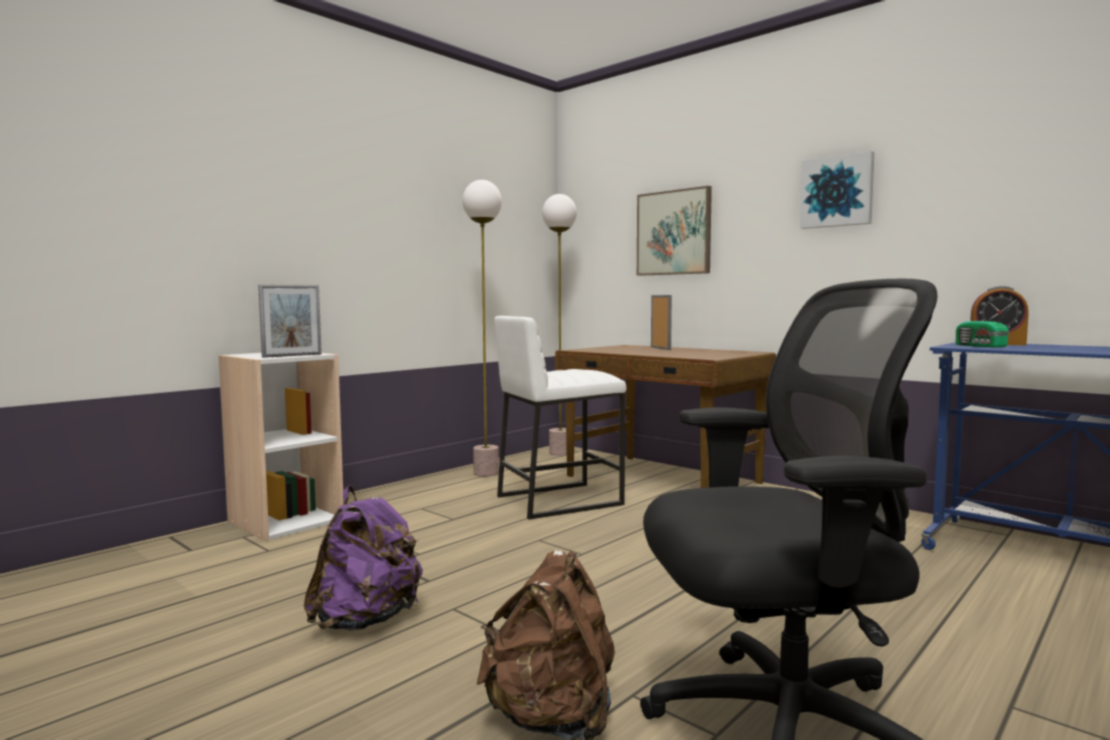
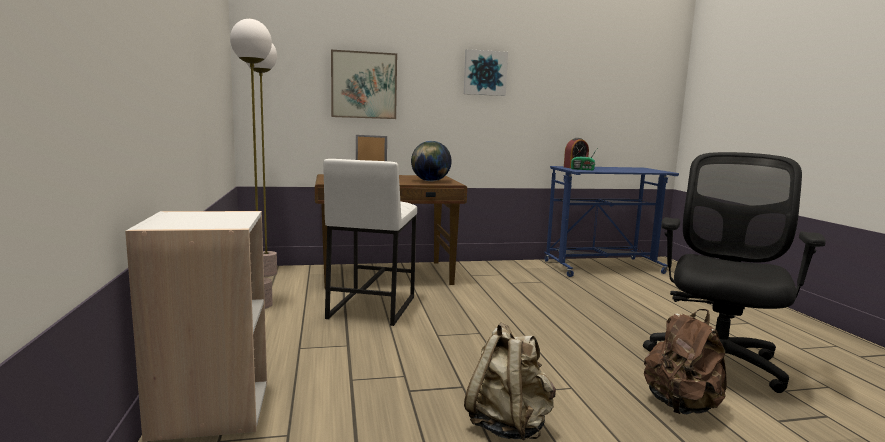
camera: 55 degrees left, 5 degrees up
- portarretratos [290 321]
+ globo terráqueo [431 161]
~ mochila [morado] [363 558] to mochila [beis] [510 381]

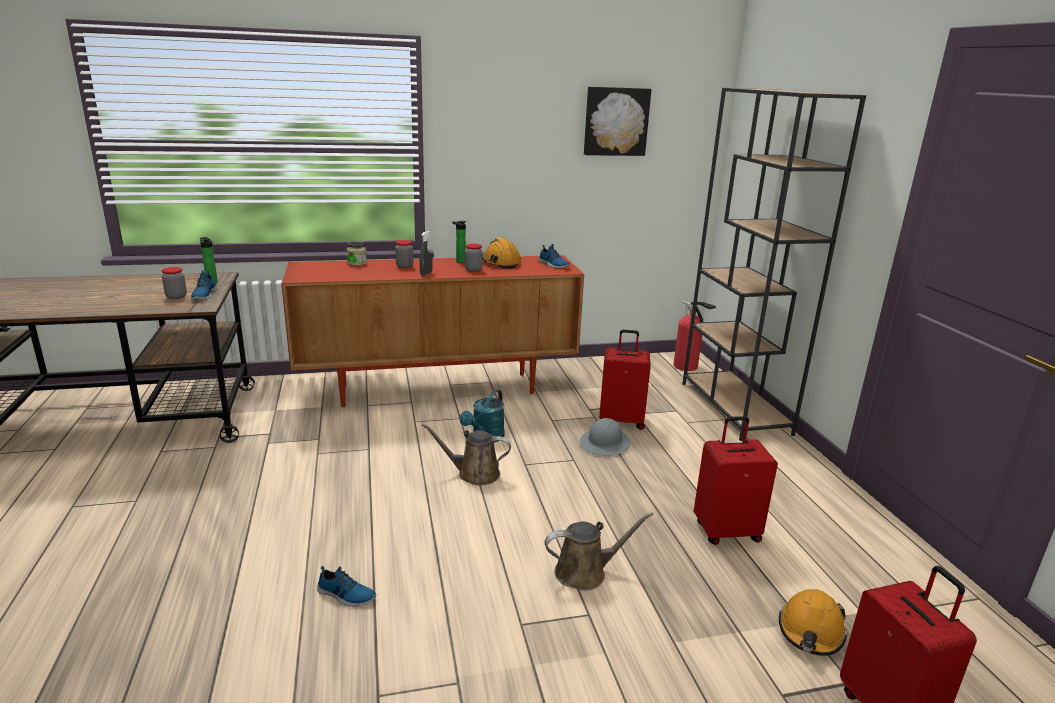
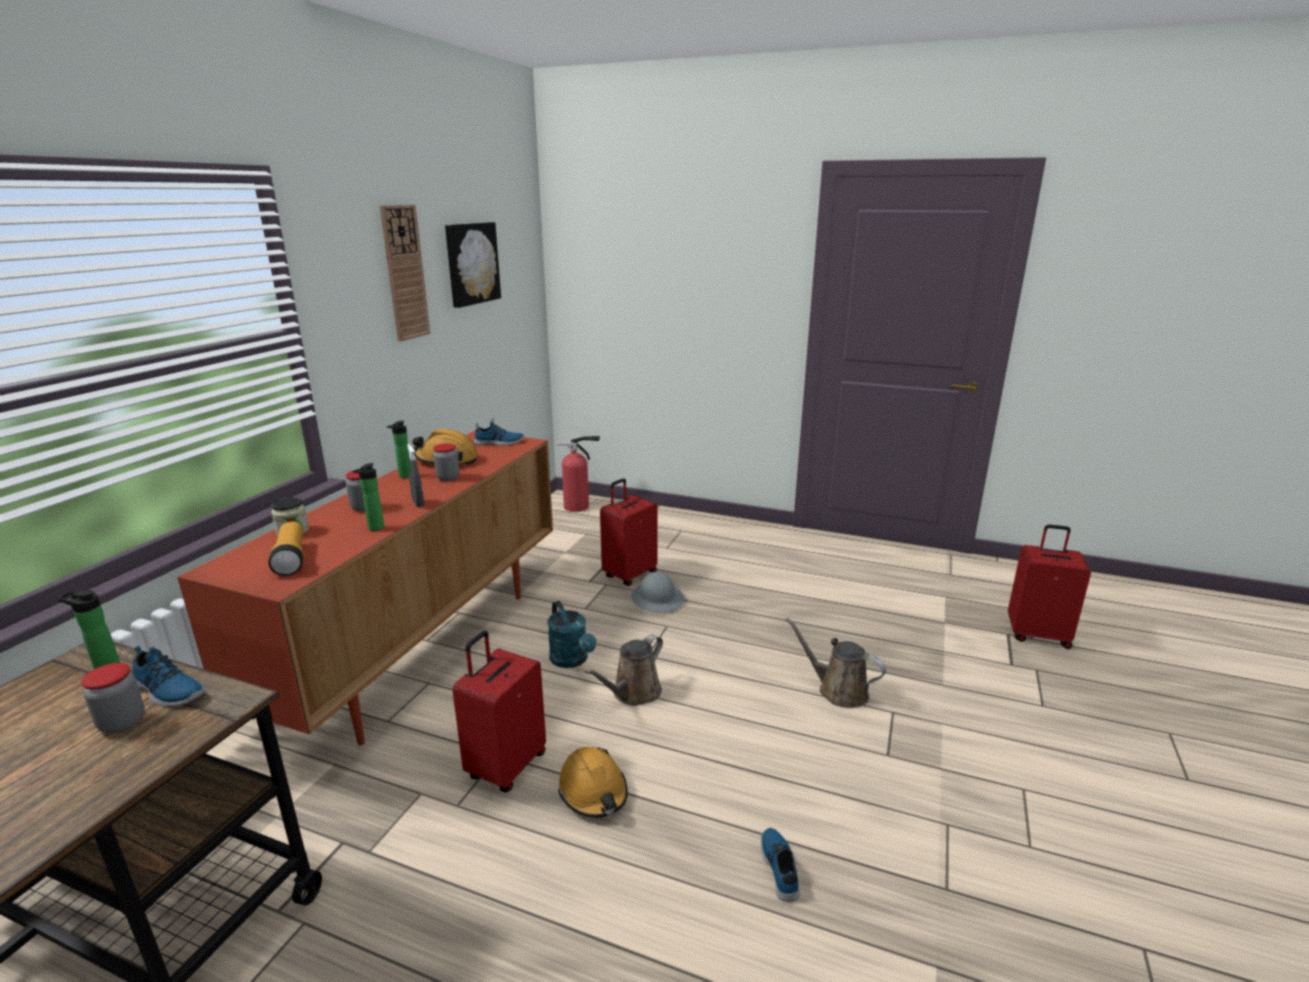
camera: 55 degrees left, 0 degrees up
- estantería [774 264]
+ linterna [286 549]
+ botella [368 497]
+ reloj de pared [405 273]
~ maleta [rojo] [736 480] to [499 711]
~ casco [naranja] [813 622] to [593 782]
~ zapato [346 586] = [780 865] 60 degrees counterclockwise
~ regadera [marrón] [599 551] = [835 662] 75 degrees counterclockwise

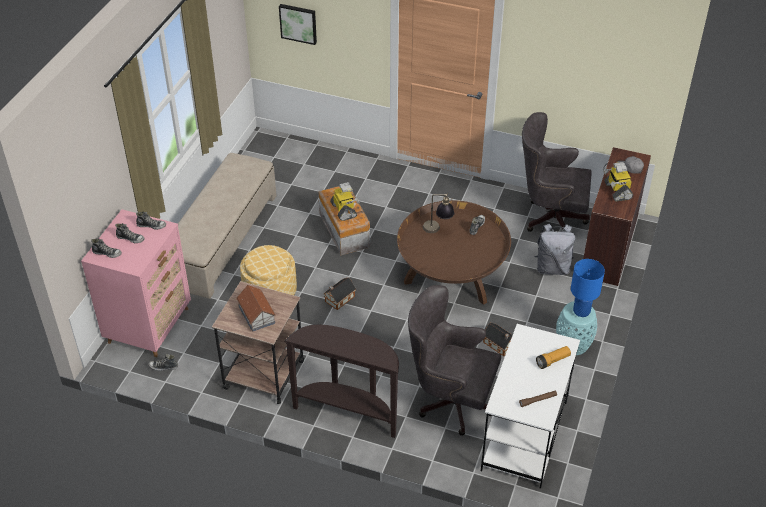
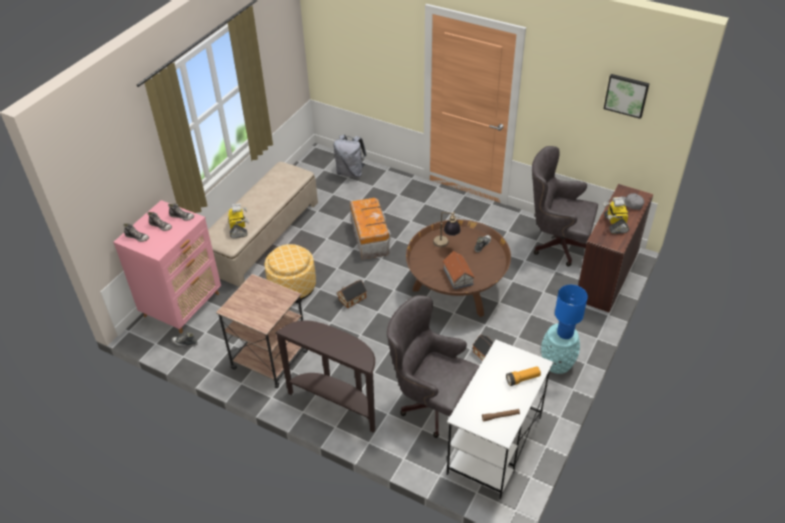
camera: 10 degrees right, 0 degrees up
~ casita [256 308] to [459 270]
~ cuadro [298 24] to [627 96]
~ robot de juguete [344 201] to [238 220]
~ mochila [gris] [555 249] to [350 156]

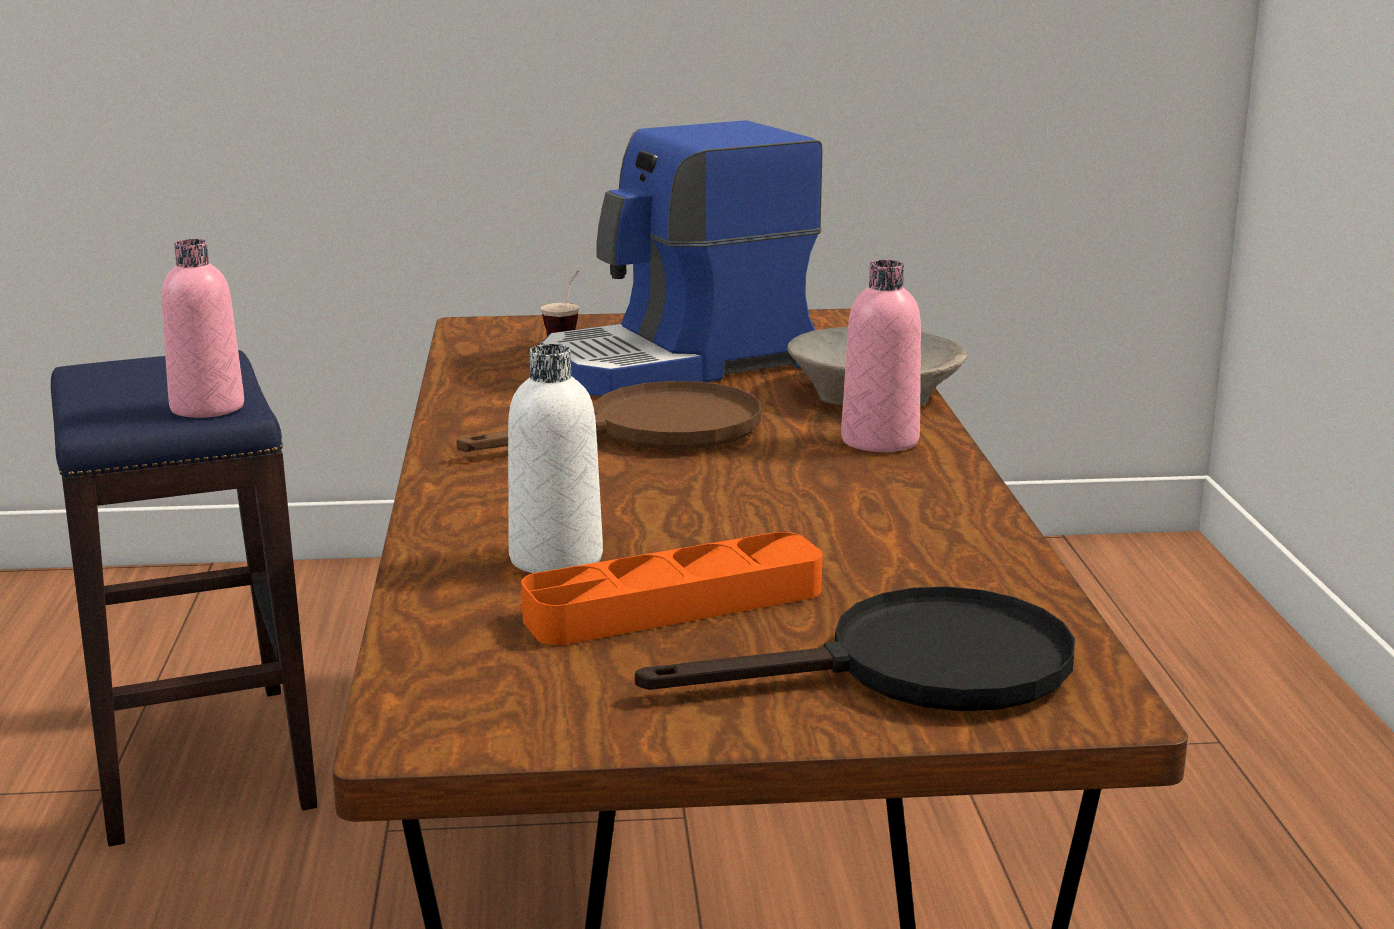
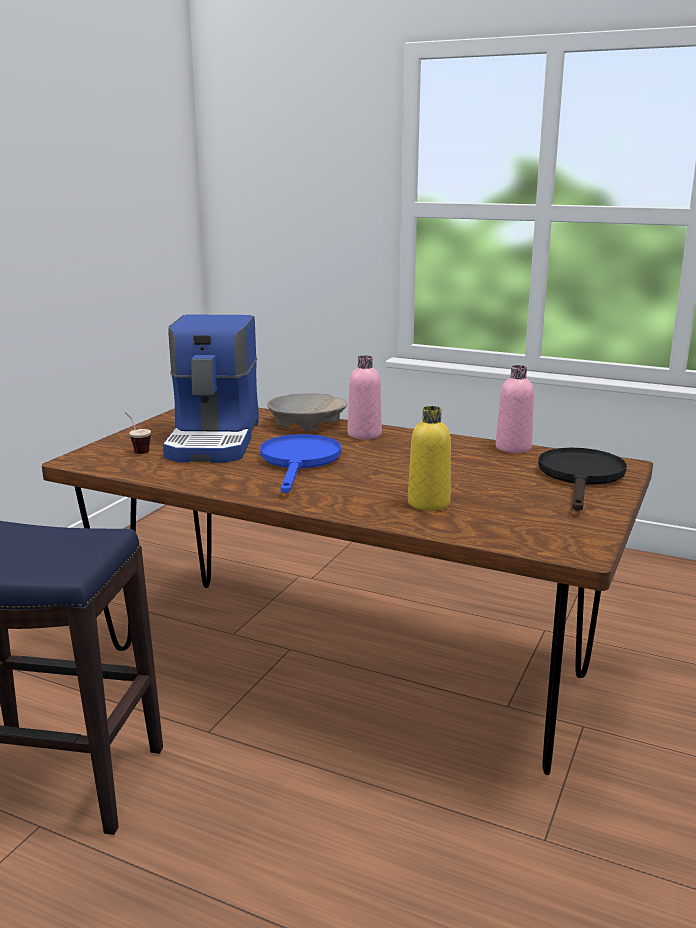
camera: 60 degrees left, 0 degrees up
- bandeja [naranja] [671 588]
~ botella [rosa] [202 328] to [515 409]
~ sartén [marrón] [608 416] to sartén [azul] [300 463]
~ botella [blanco] [555 458] to botella [amarillo] [429 458]

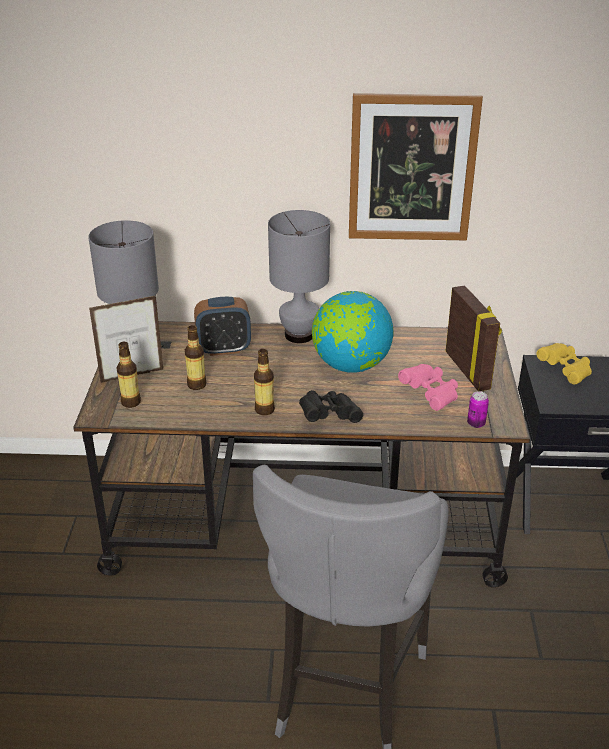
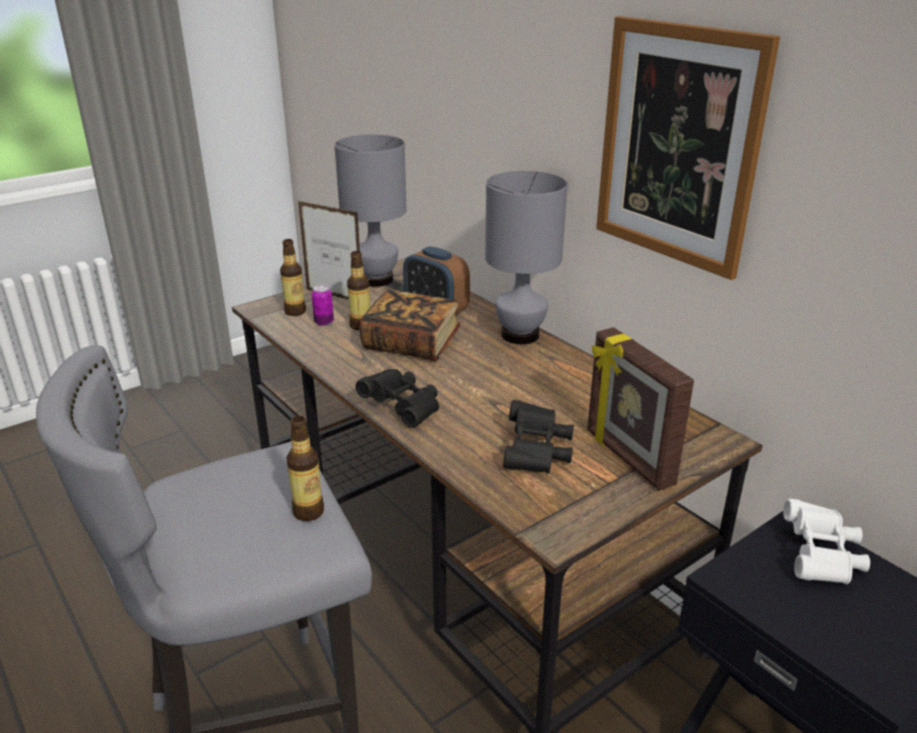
camera: 50 degrees right, 5 degrees down
- globo terráqueo [353 332]
+ libro [410 325]
~ botella [264 382] to [305 468]
~ lata [478 409] to [322 305]
~ prismáticos [rosa] [428 387] to prismáticos [negro] [538 436]
~ prismáticos [amarillo] [564 364] to prismáticos [blanco] [826 541]
~ portarretratos [474 338] = [640 409] 120 degrees clockwise

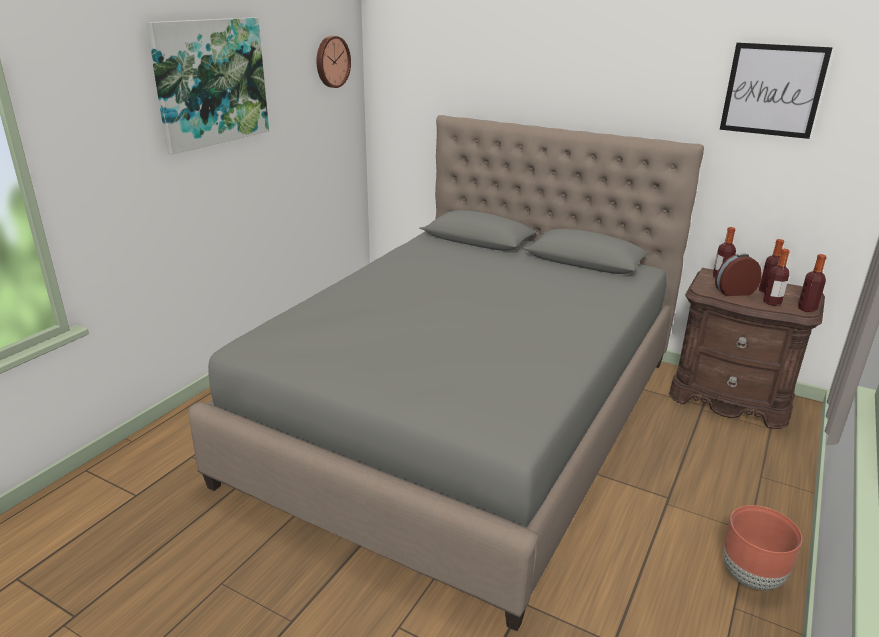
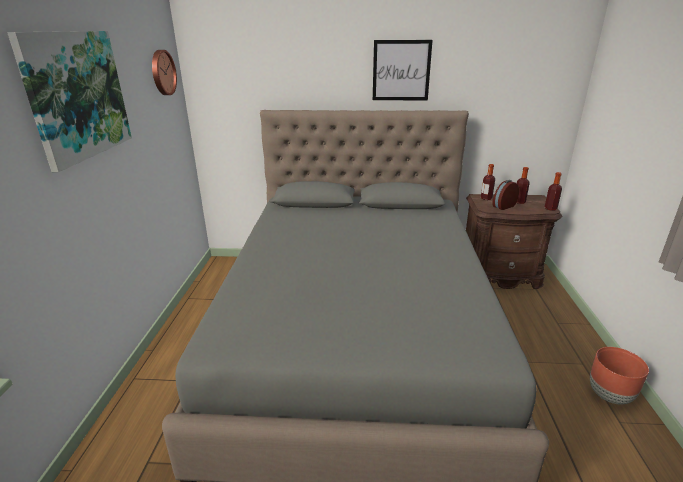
camera: 25 degrees left, 0 degrees up
- botella [776 277]
~ cuadro [776 90] to [403 70]

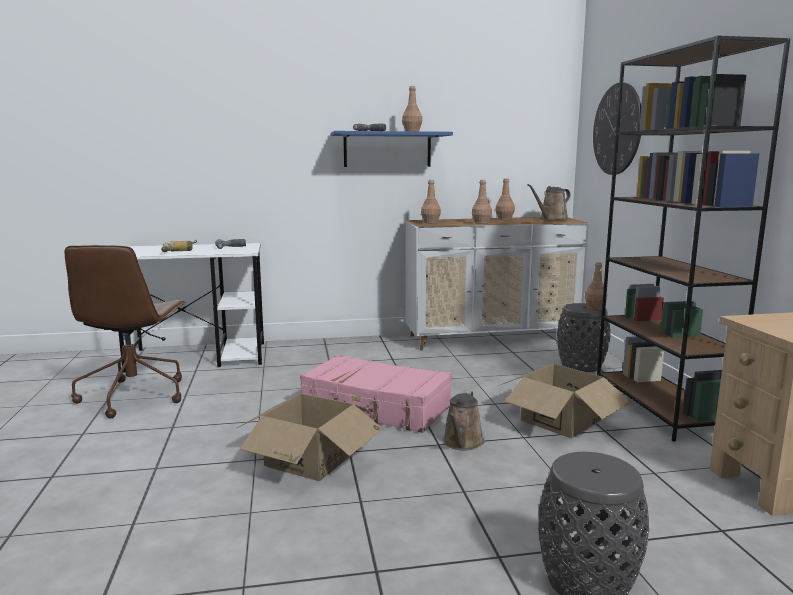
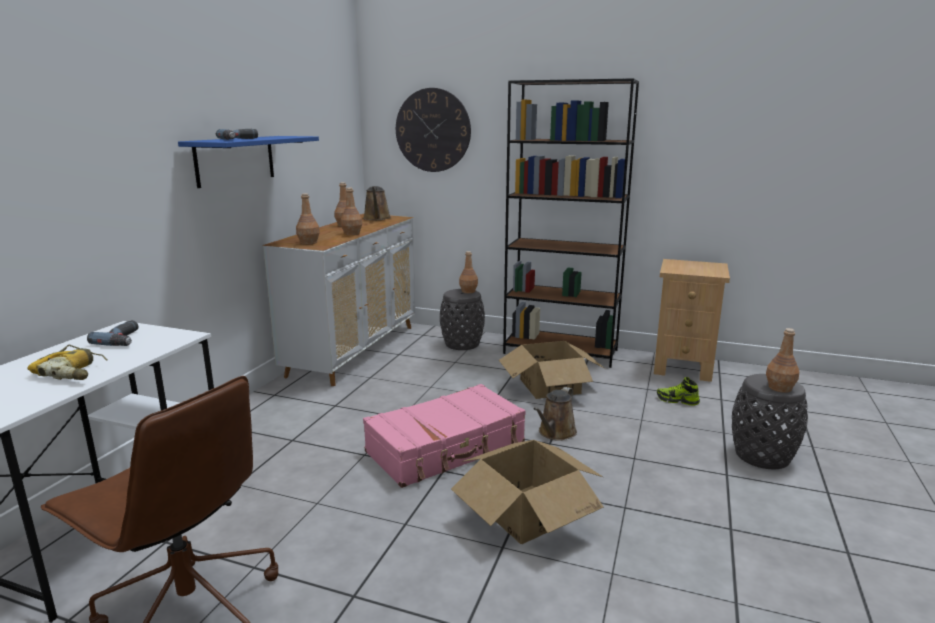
camera: 60 degrees left, 5 degrees up
+ zapato [678 391]
~ botella [marrón] [412 108] to [782 360]
~ regadera [marrón] [463 420] = [555 414] 75 degrees clockwise

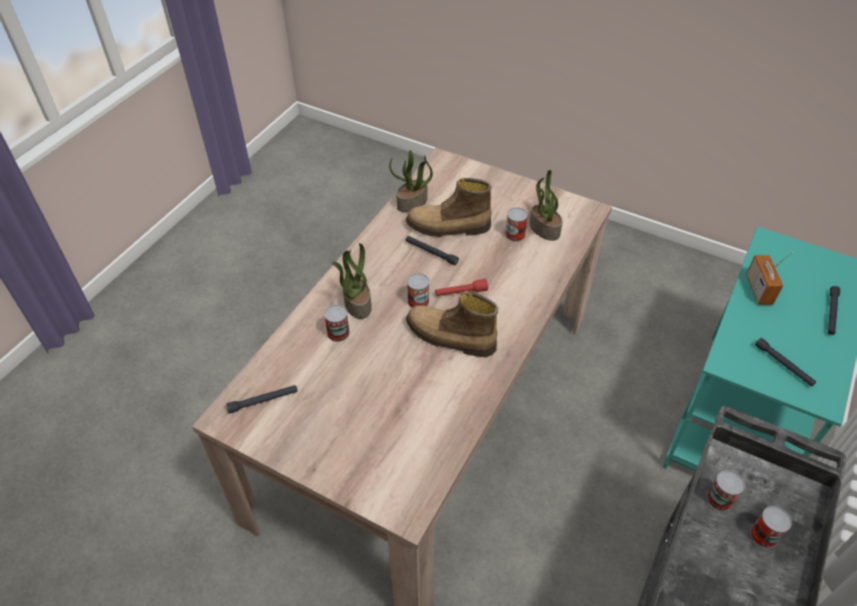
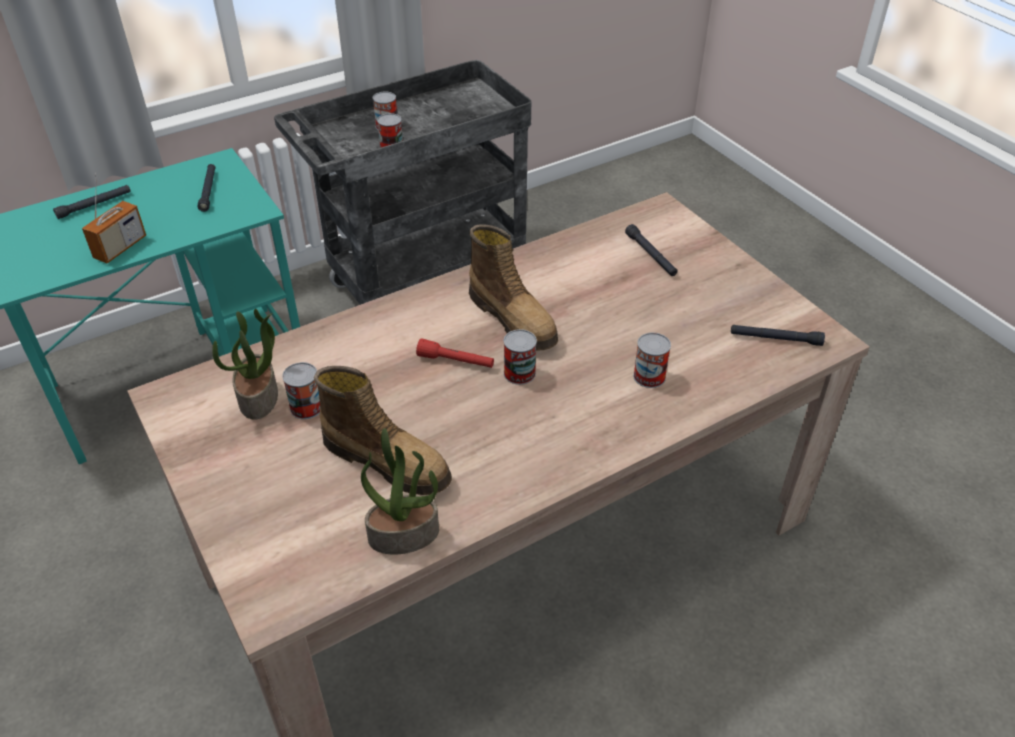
camera: 150 degrees left, 5 degrees down
- planta en maceta [352 281]
~ linterna [negro] [432 251] to [651 250]

